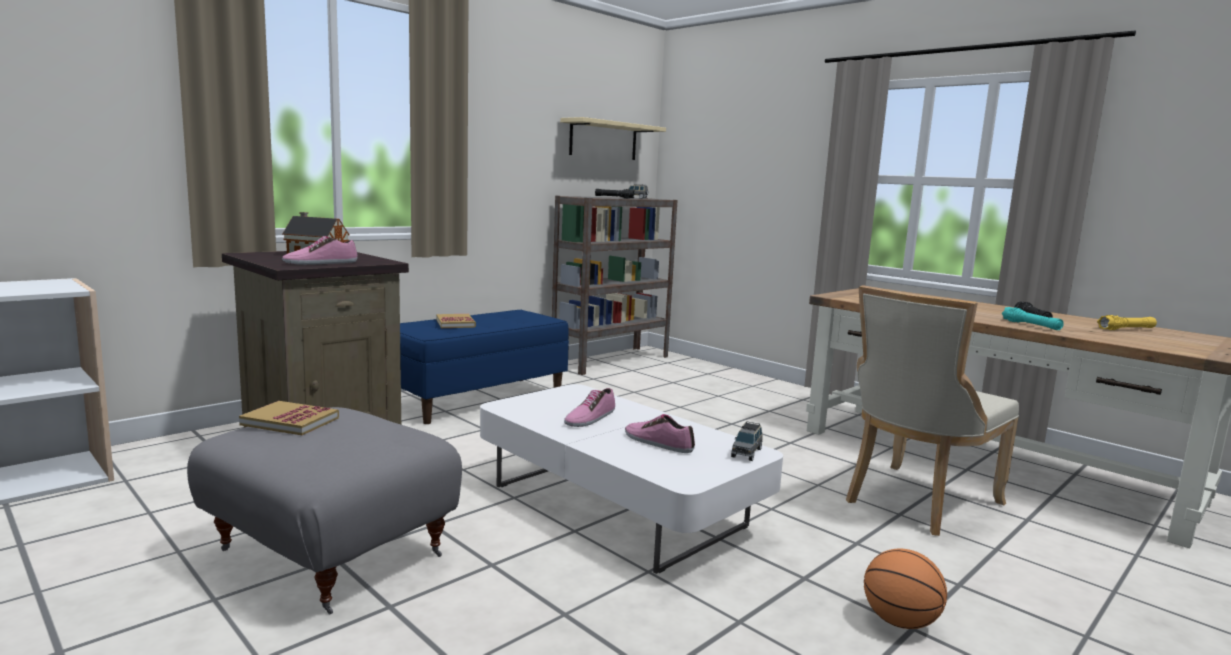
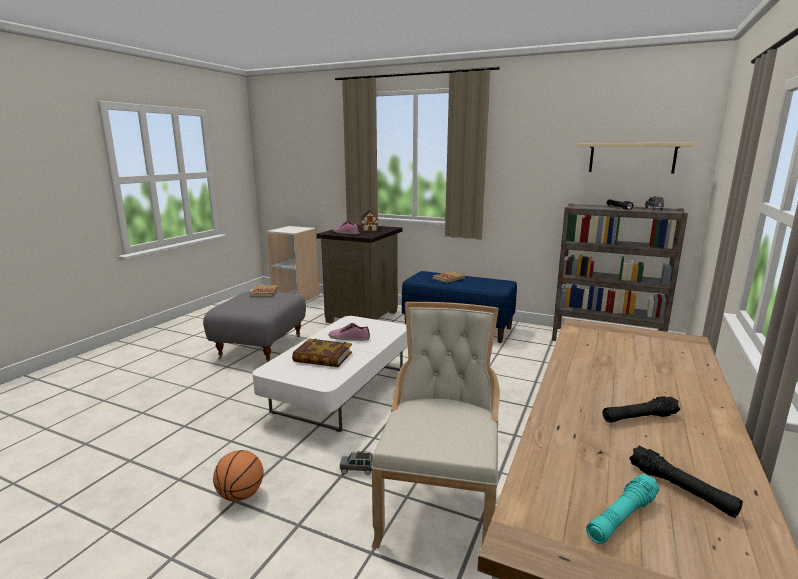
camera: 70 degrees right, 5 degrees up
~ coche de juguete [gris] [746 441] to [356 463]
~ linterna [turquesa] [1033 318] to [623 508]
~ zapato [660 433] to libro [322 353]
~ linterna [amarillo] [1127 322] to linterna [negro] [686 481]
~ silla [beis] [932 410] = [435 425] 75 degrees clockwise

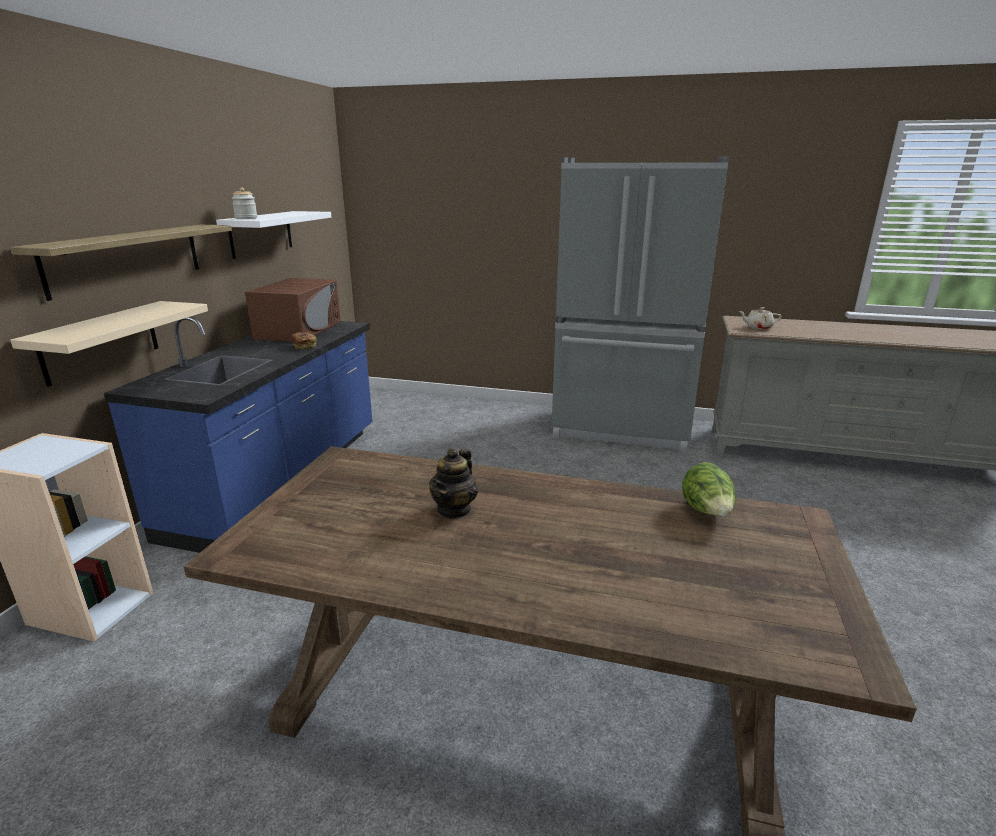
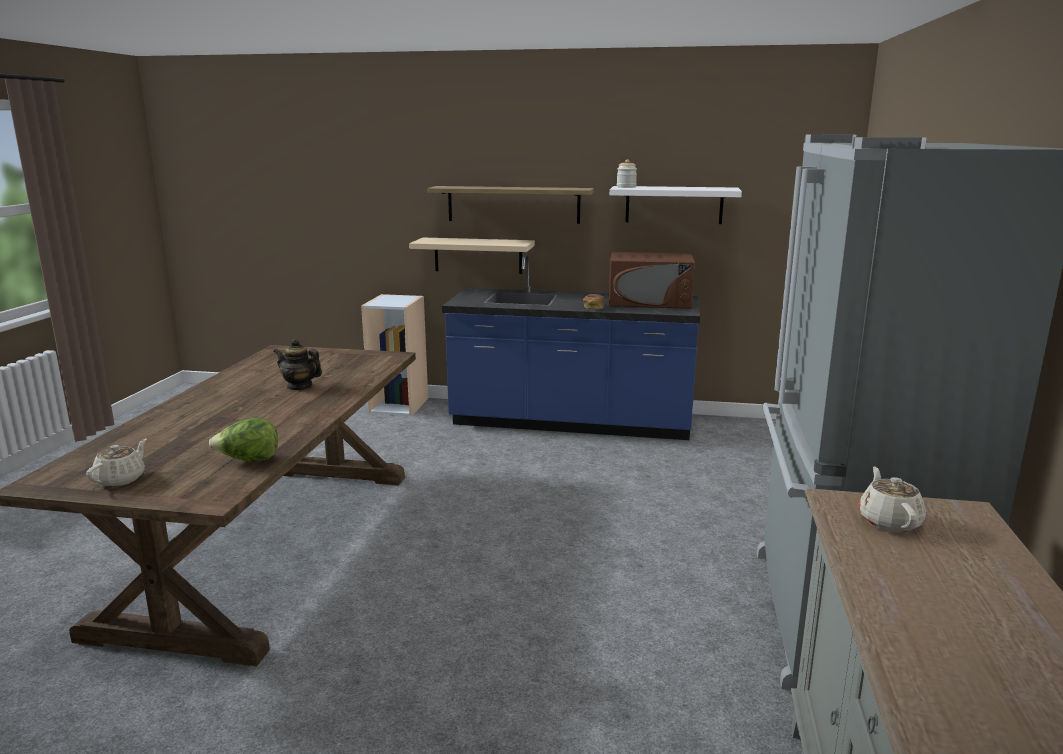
camera: 85 degrees right, 5 degrees down
+ tetera [beis] [116 463]

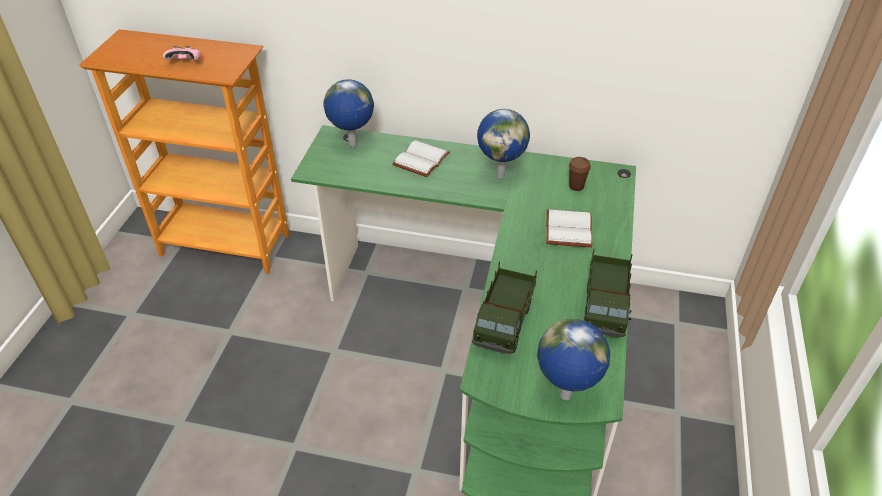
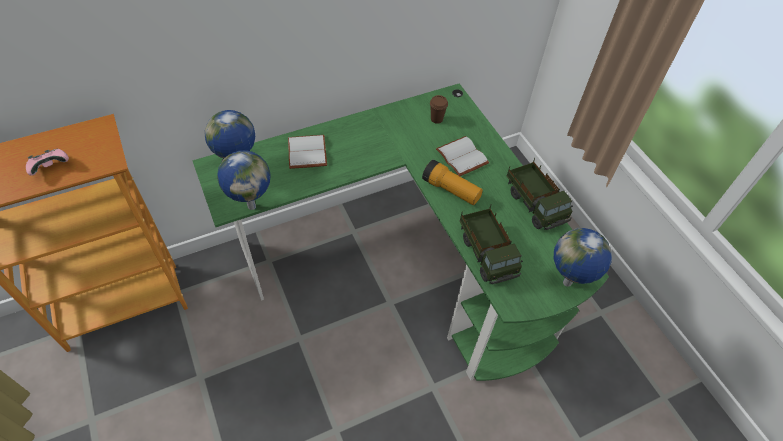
camera: 40 degrees left, 10 degrees up
+ linterna [452 182]
~ globo terráqueo [503 143] to [243 180]

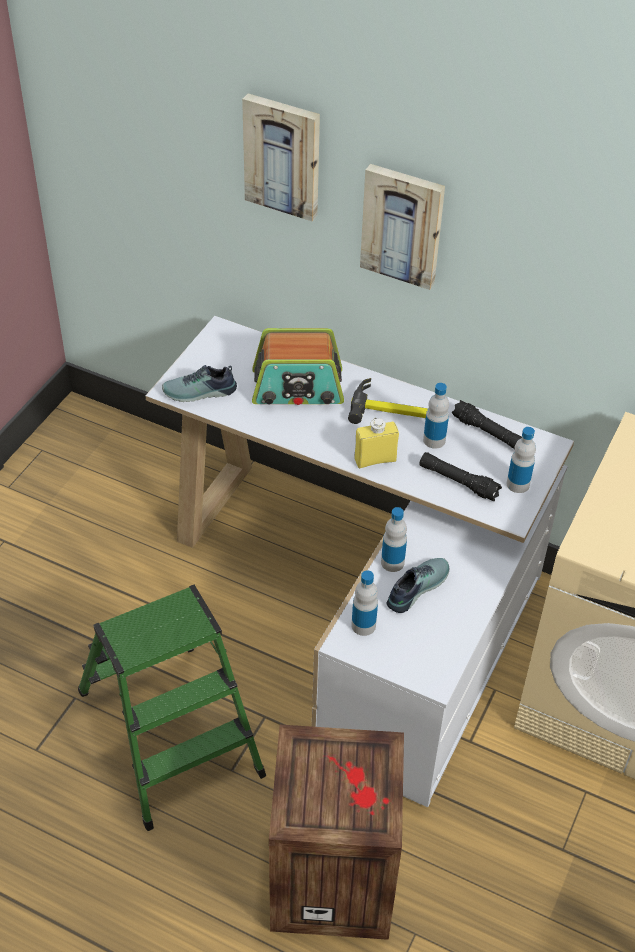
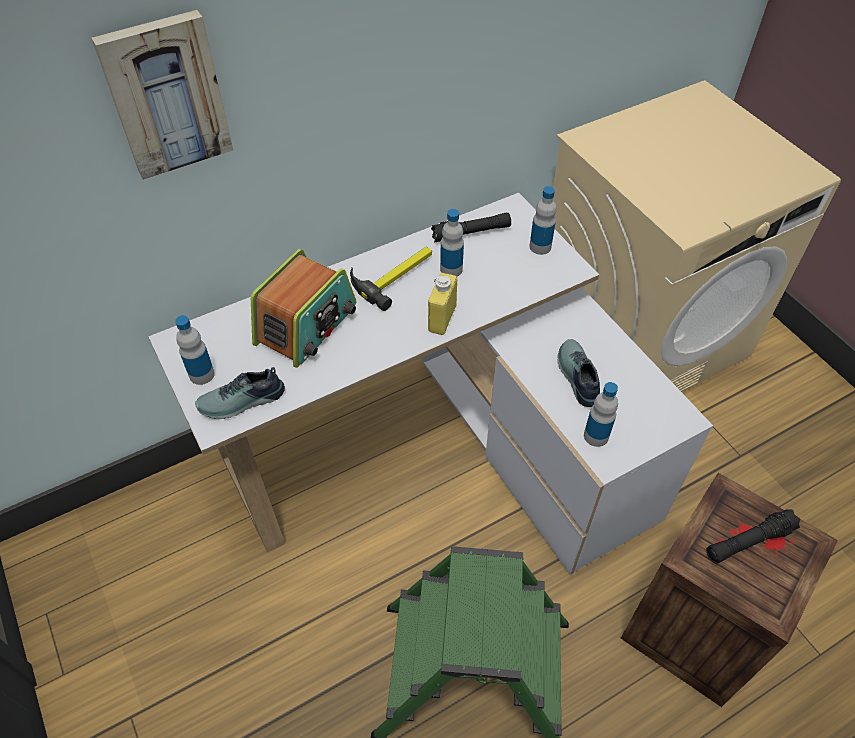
camera: 55 degrees left, 5 degrees up
- cuadro [402 227]
~ botella [394 539] to [195 350]
~ linterna [negro] [460 476] to [753 536]
~ zapato [199 383] = [240 393] 45 degrees clockwise

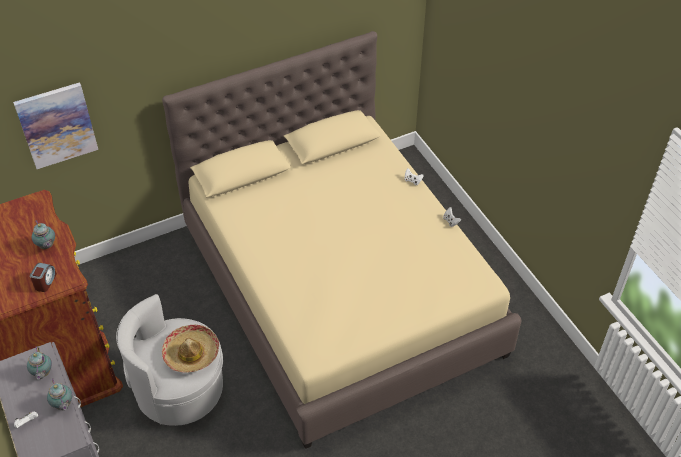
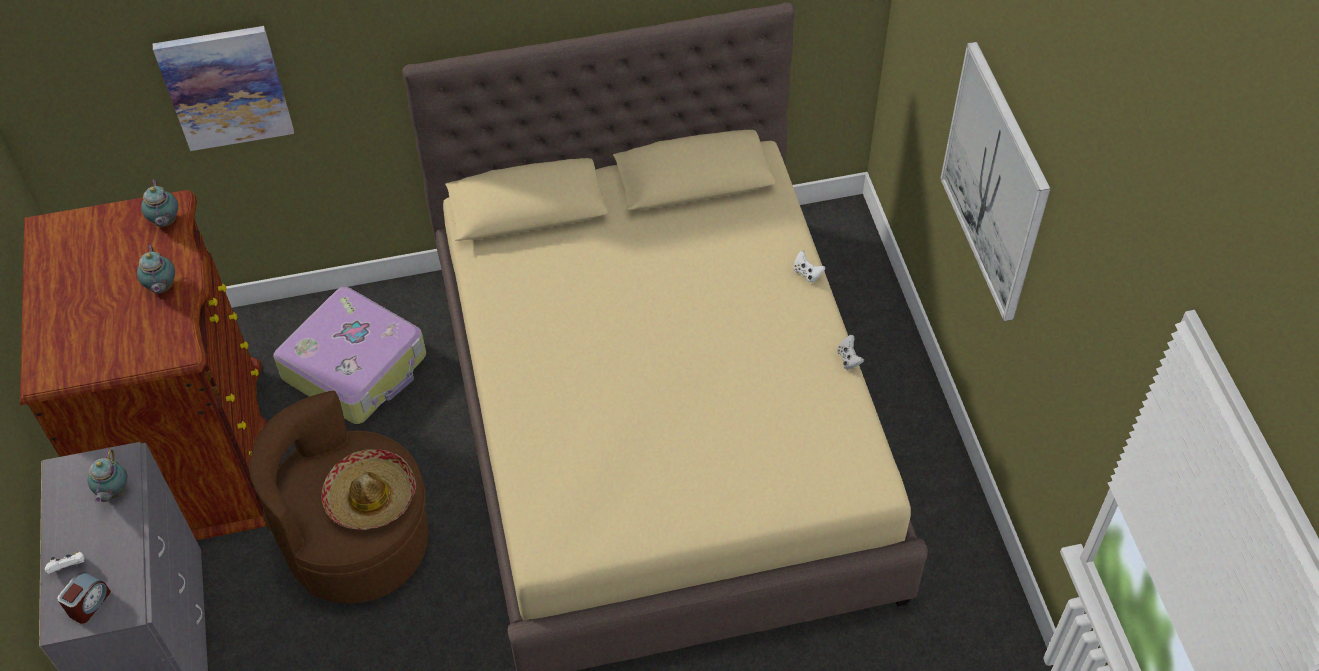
camera: 15 degrees right, 5 degrees up
+ maleta [349 355]
+ cuadro [995 181]
~ despertador [43 277] to [84 598]
~ tetera [60 394] to [159 203]
~ sillón [blanco] [169 360] to sillón [marrón] [338 497]

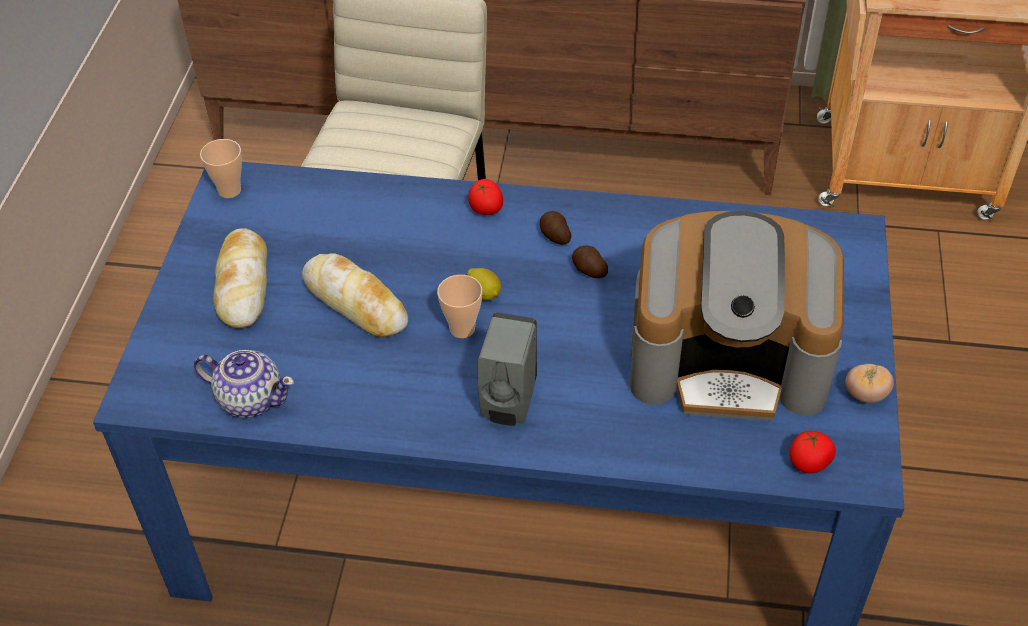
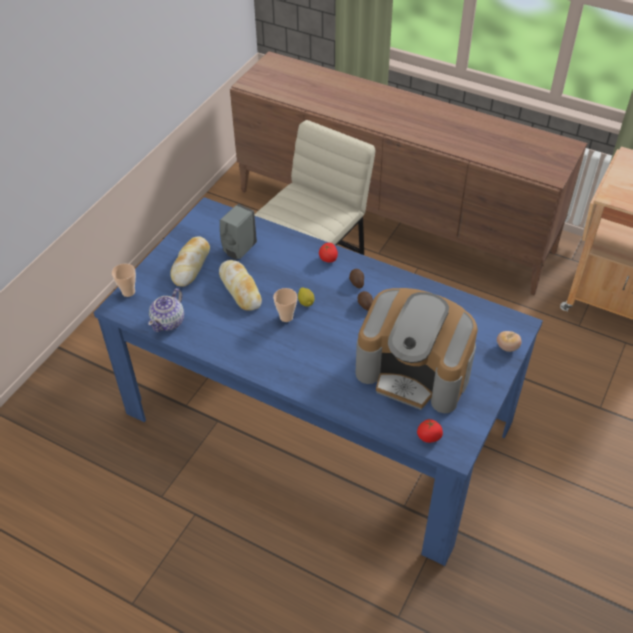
camera: 20 degrees right, 0 degrees up
~ taza [221 168] to [124 280]
~ dispensador de jabón [gris] [507 369] to [238 232]
~ tomate [869 383] to [509 341]
~ tetera [244 384] = [166 310] 75 degrees clockwise

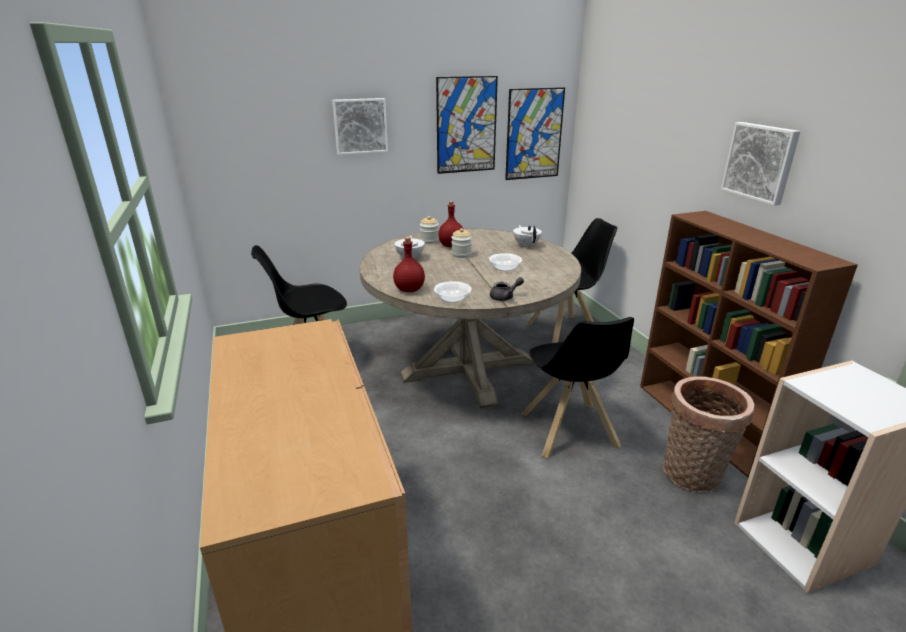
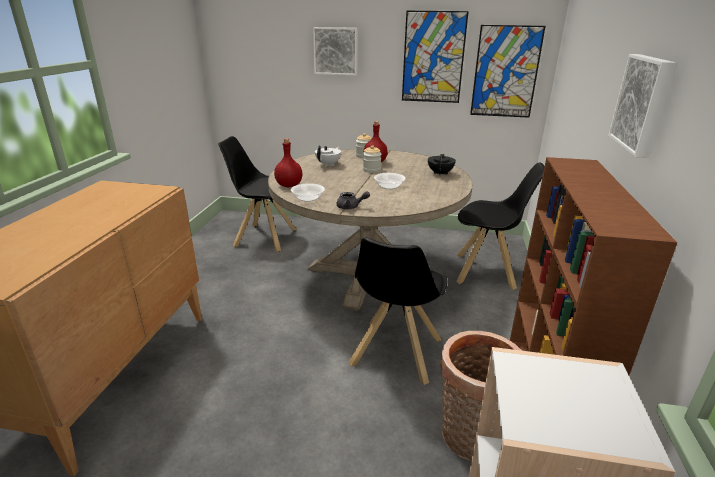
camera: 30 degrees right, 0 degrees up
~ tetera [blanco] [527 236] to tetera [negro] [442 165]

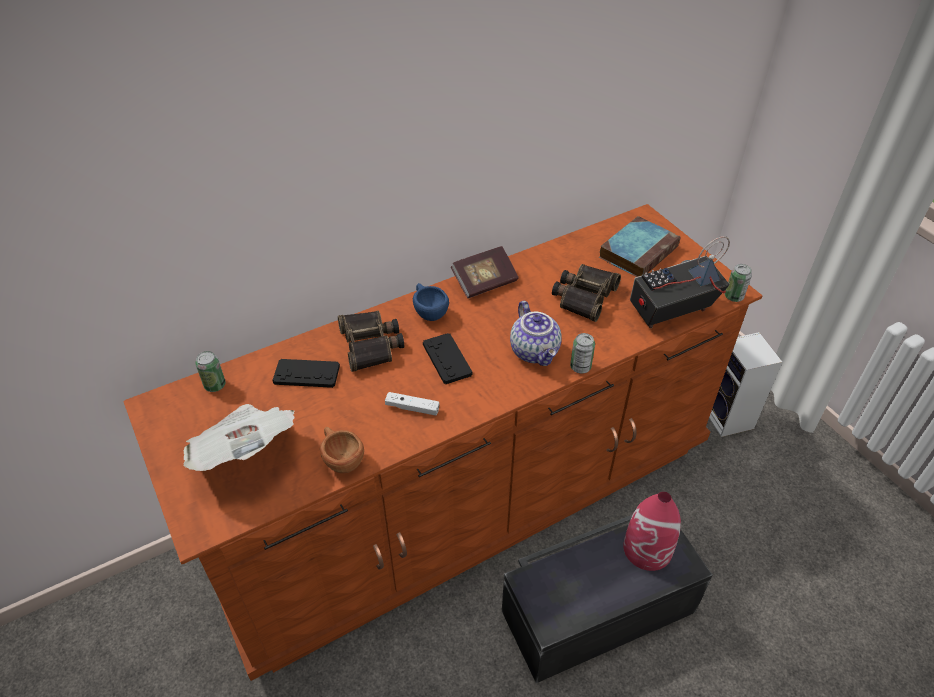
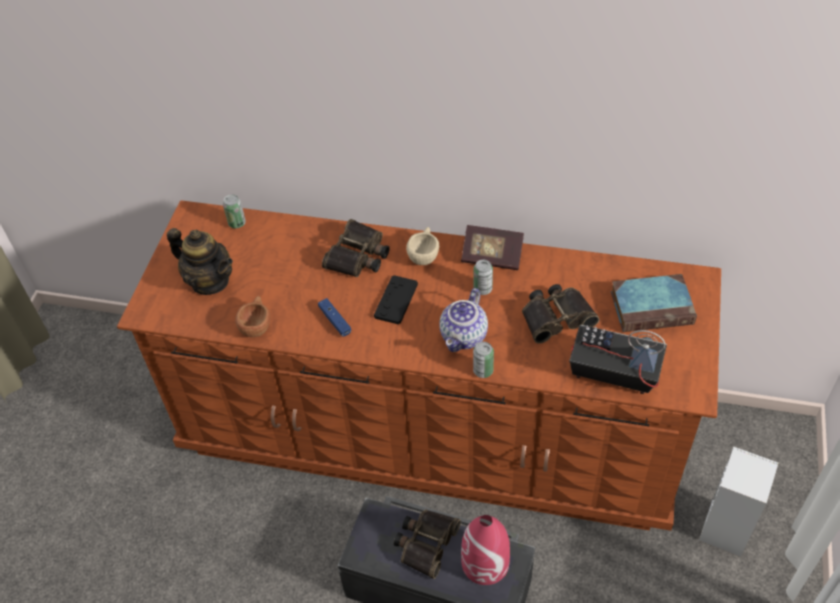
camera: 45 degrees right, 5 degrees up
- mando de consola [negro] [306 373]
+ prismáticos [427 544]
~ lata [738 283] to [483 277]
~ periódico [239 437] to tetera [200 261]
~ mando de consola [blanco] [412 404] to mando de consola [azul] [334 317]
~ taza [azul] [431 302] to taza [beis] [422 246]

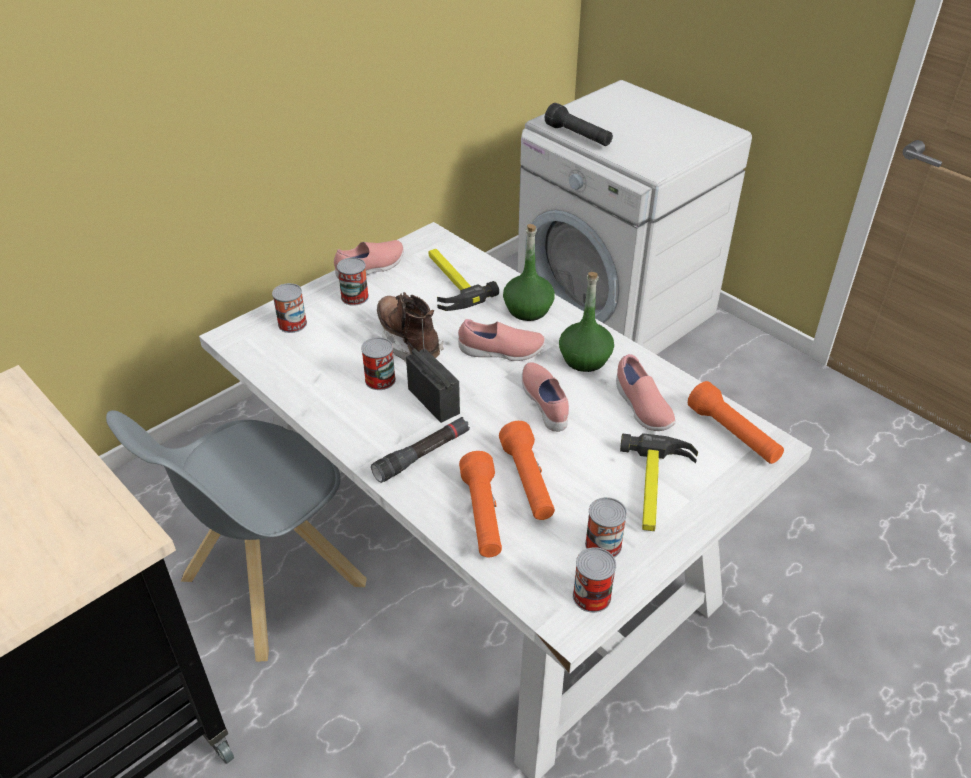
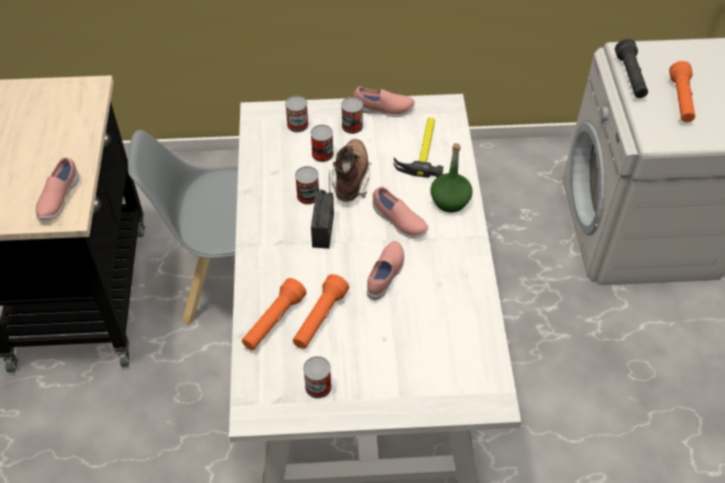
camera: 40 degrees right, 10 degrees up
- linterna [negro] [420 450]
- botella [verde] [586 322]
- martillo [659 482]
~ lata [594 580] to [322 143]
~ zapato [rosa] [646 392] to [57 188]
~ linterna [naranja] [736 422] to [682 91]

